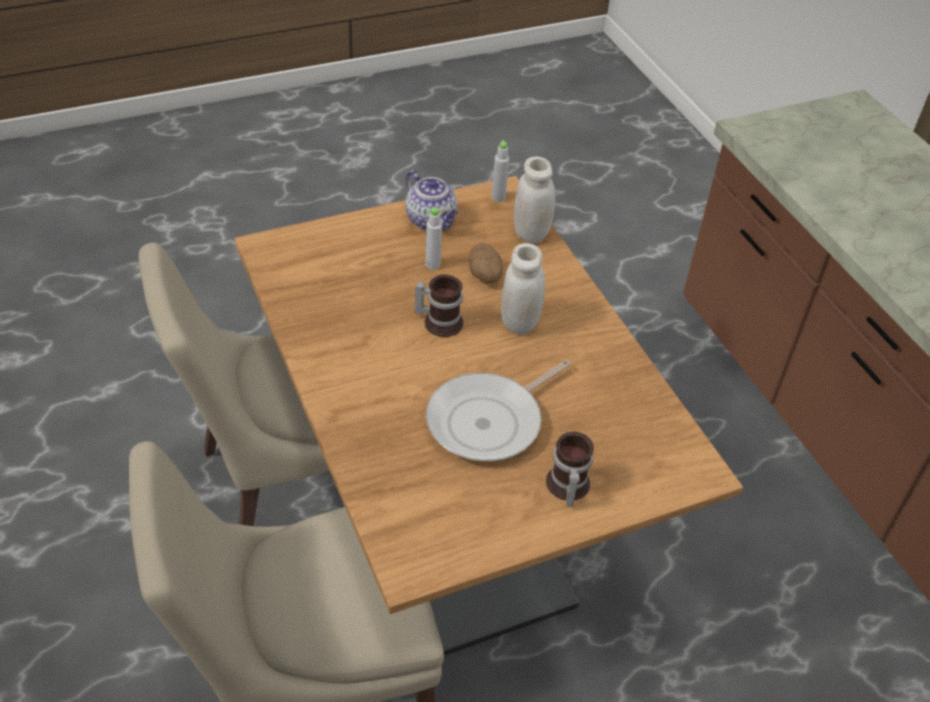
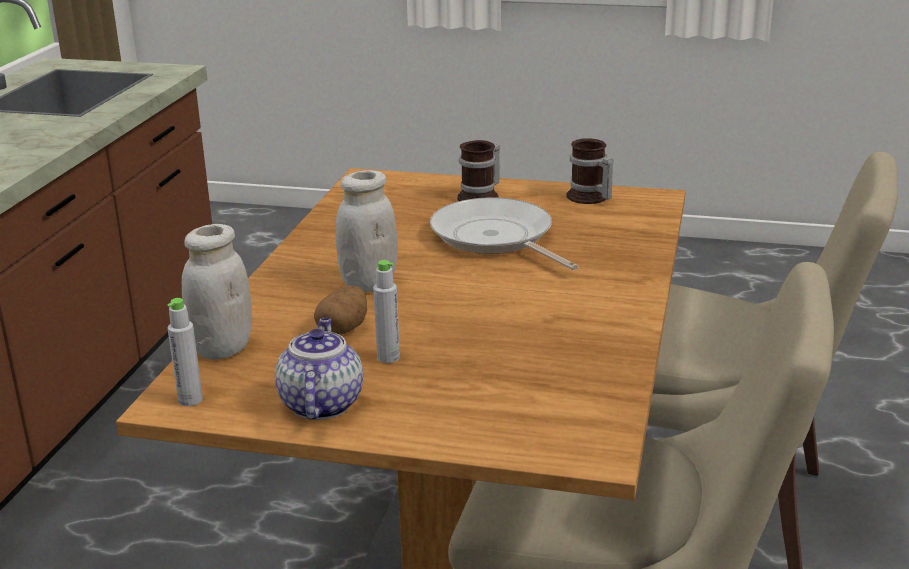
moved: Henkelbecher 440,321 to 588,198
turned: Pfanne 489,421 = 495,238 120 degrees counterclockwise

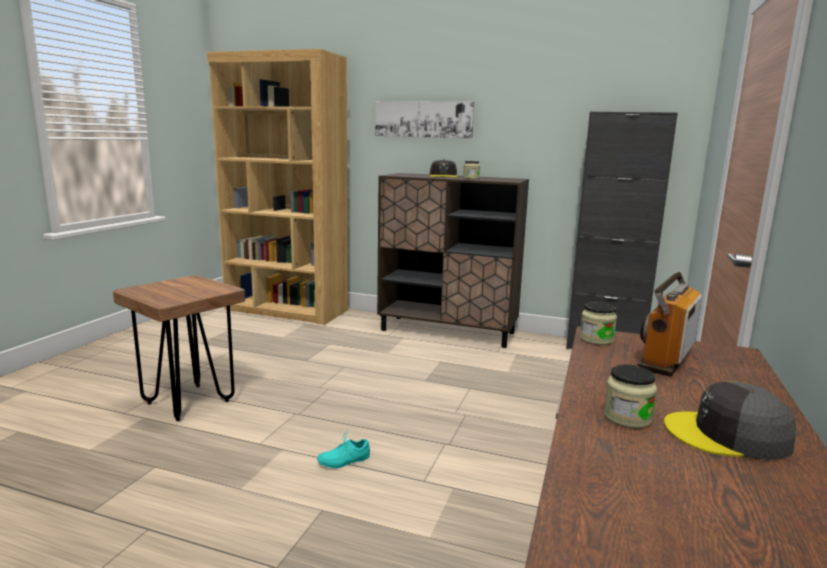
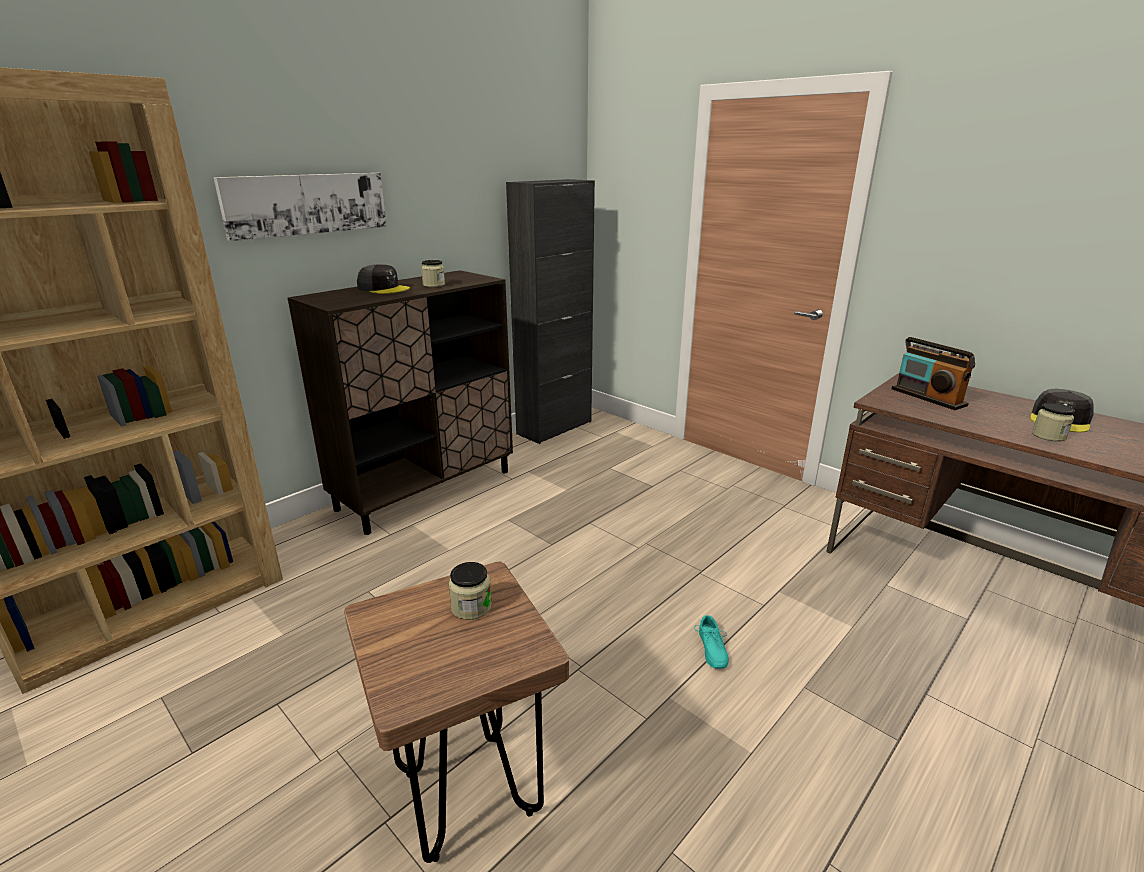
moved: Vorratsglas 596,339 to 471,607

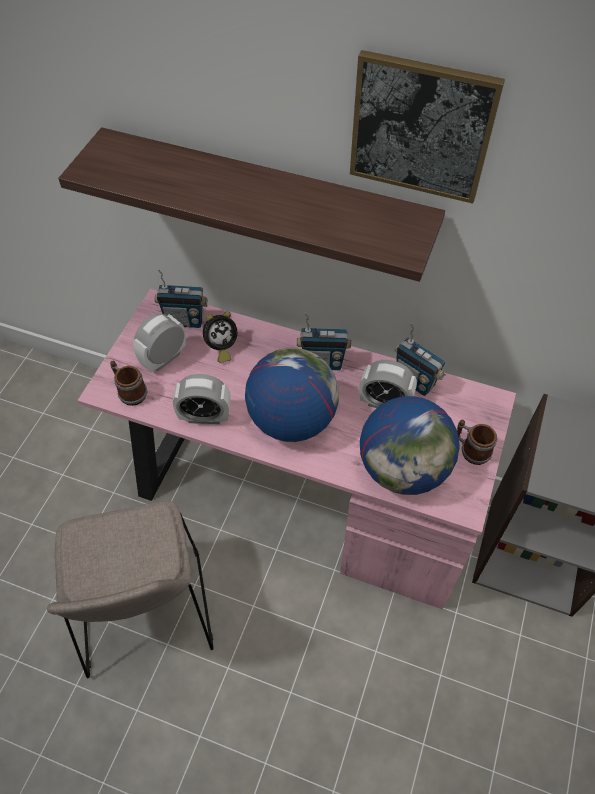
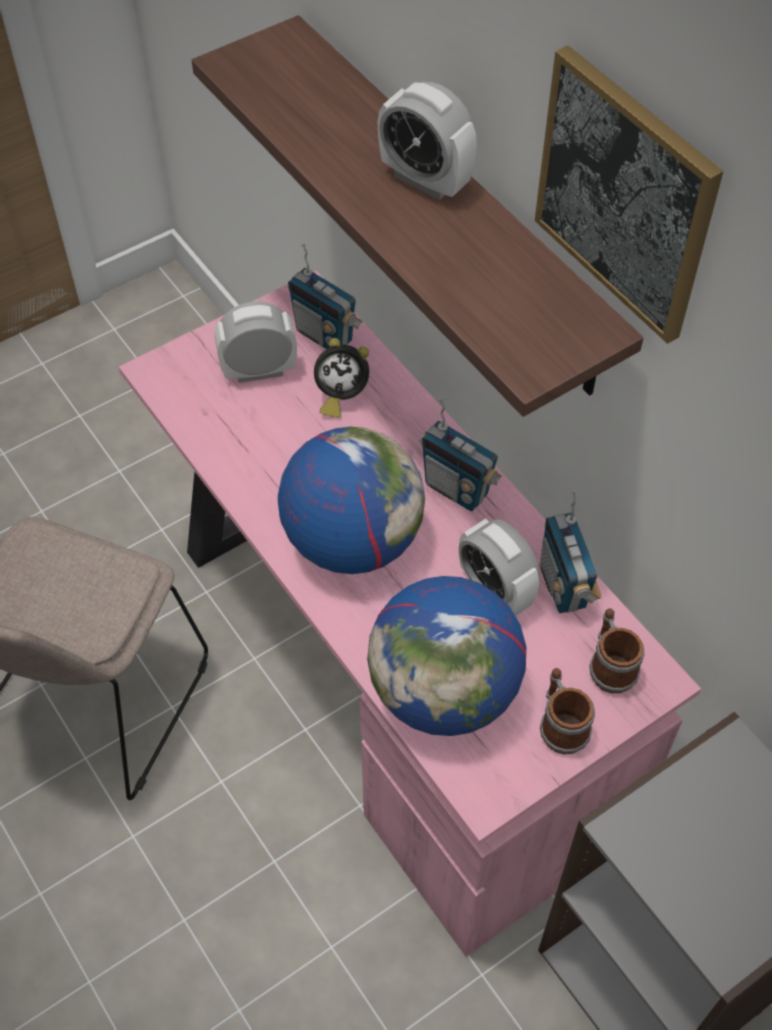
moved: Henkelbecher 129,392 to 610,665; Wecker 205,417 to 425,180

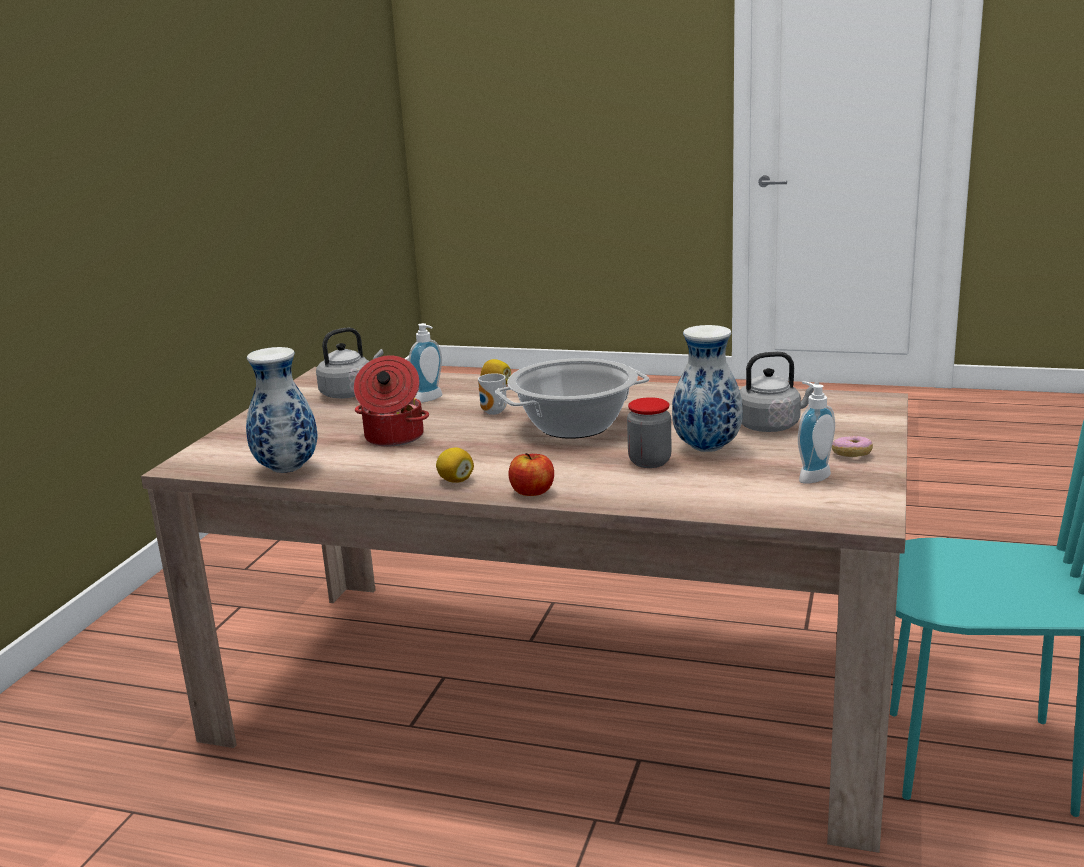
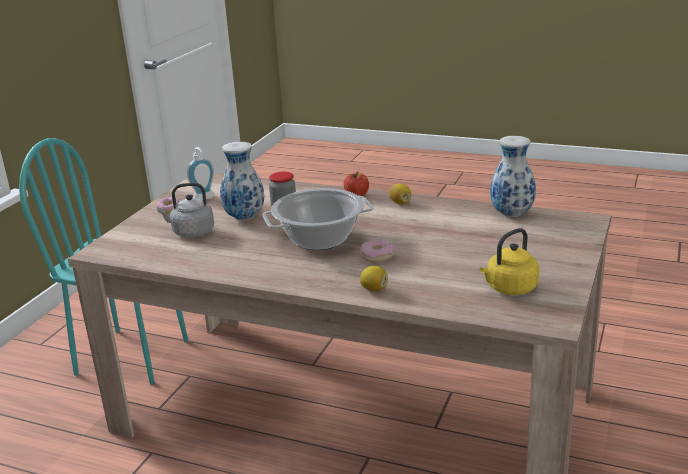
removed: Seifenspender 431,399; Kochtopf 393,438
replaced: Henkelbecher 493,413 to Donut 377,256
recoloured: Wasserkessel [grau] 350,393 to Wasserkessel [gelb] 509,288

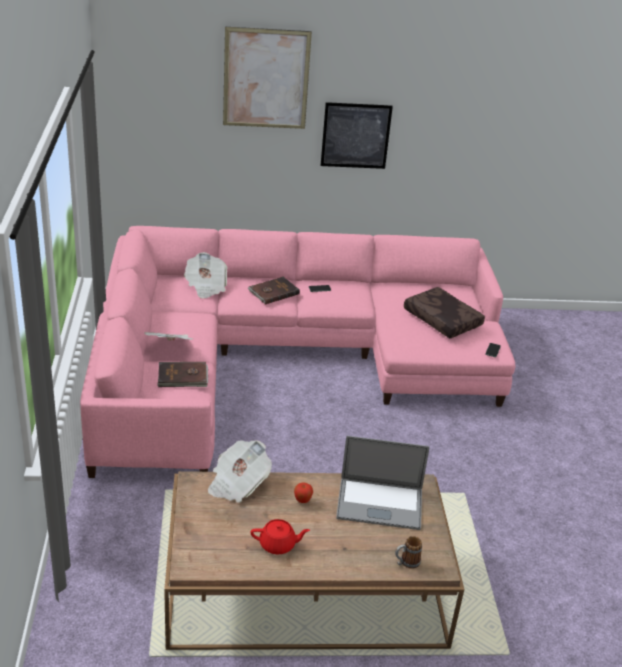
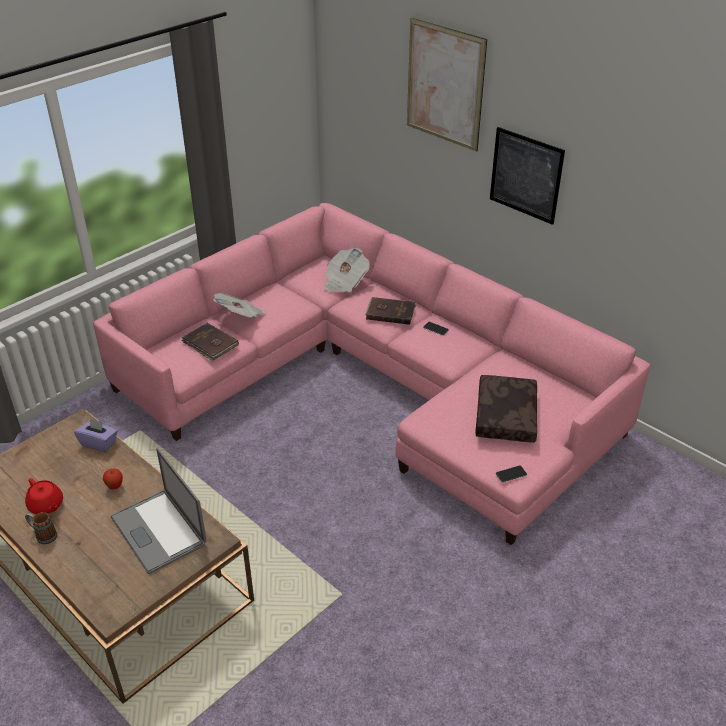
moved: Henkelbecher 406,563 to 43,535
replaced: Zeitung 237,484 to Taschentuchbox [lila] 99,443

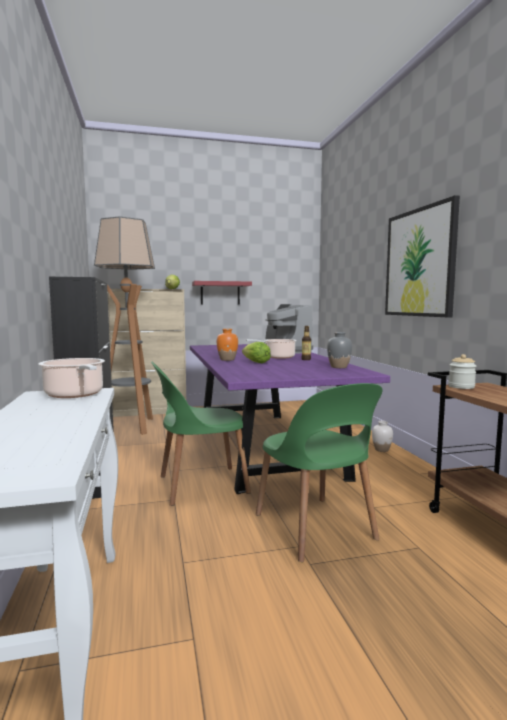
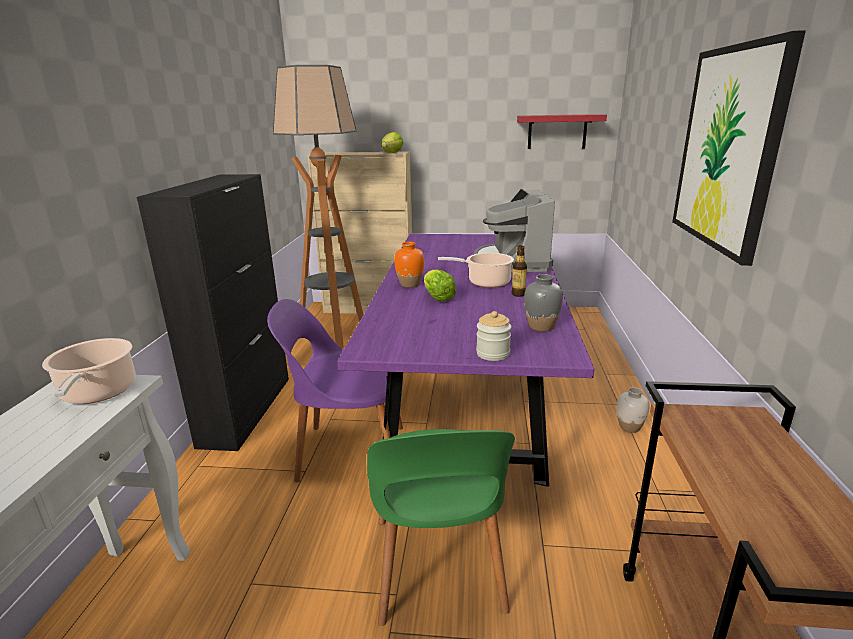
moved: Wandregal [rot] 220,293 to 557,131; Vorratsglas 461,387 to 493,354
recoloured: Stuhl [grün] 200,485 to Stuhl [lila] 348,452

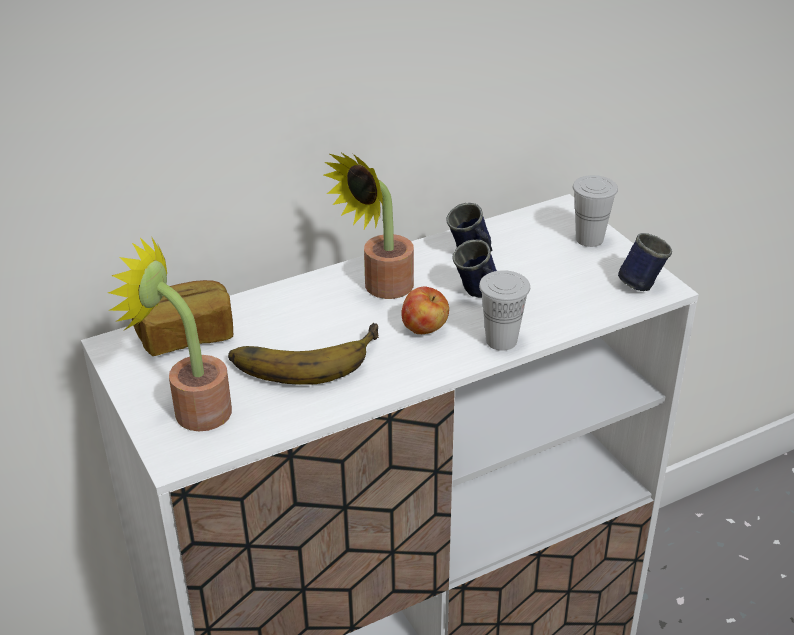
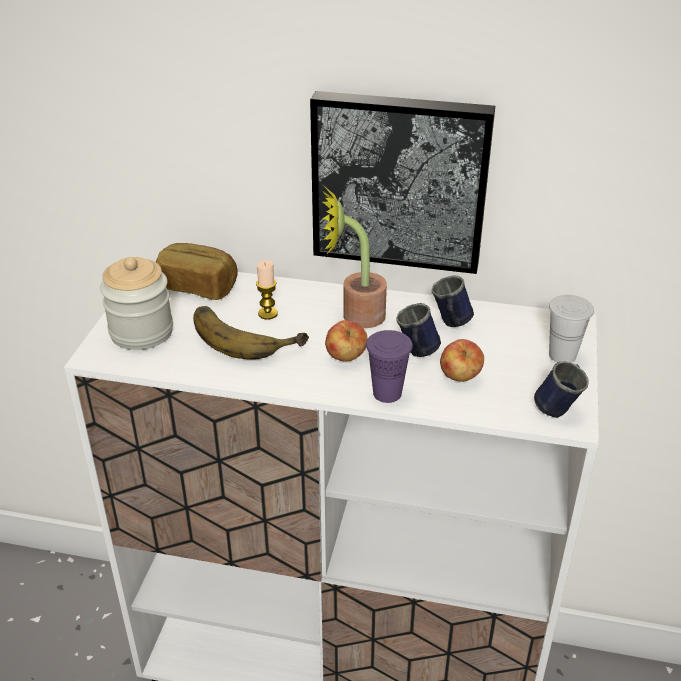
added: Bild 400,180; Kerze 268,313; Apfel 460,377
replaced: Topfpflanze 192,409 to Vorratsglas 141,332
recoloured: Tasse [weiß] 501,340 to Tasse [lila] 387,393

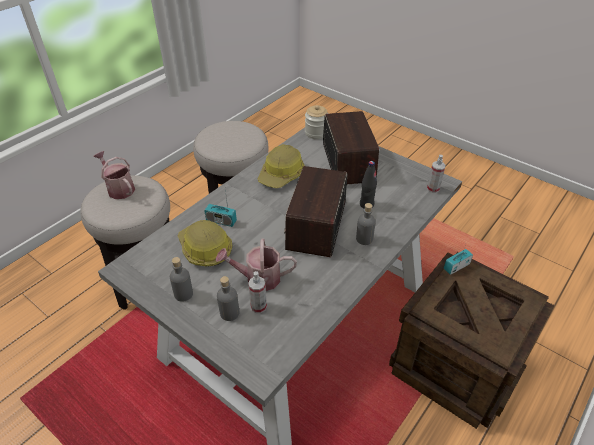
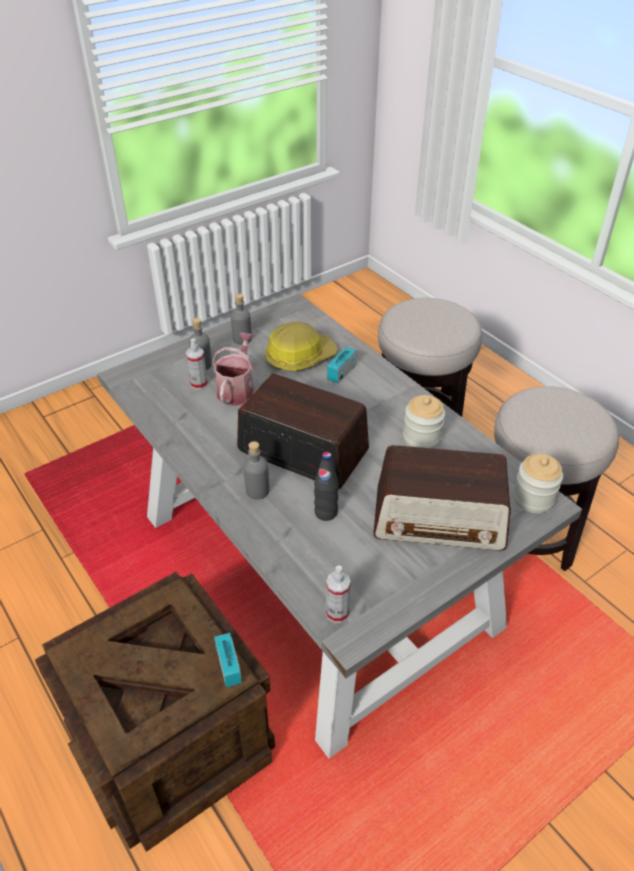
removed: Gießkanne 119,188
replaced: Schutzhelm 282,175 to Vorratsglas 421,437

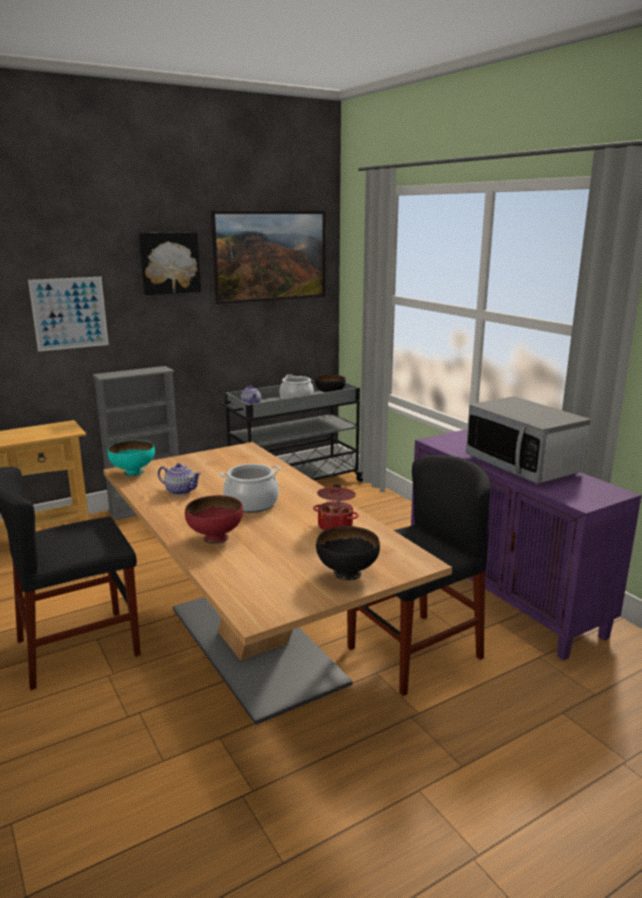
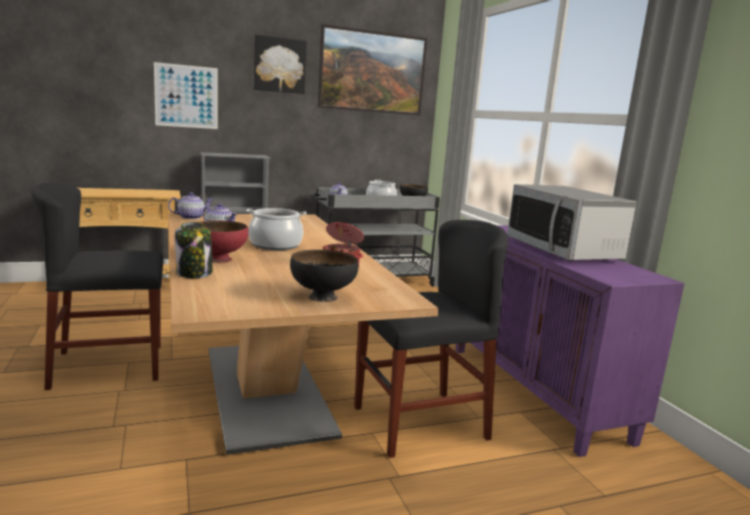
added: Vorratsglas 194,273
replaced: Schüssel [türkis] 133,473 to Teekanne 191,217

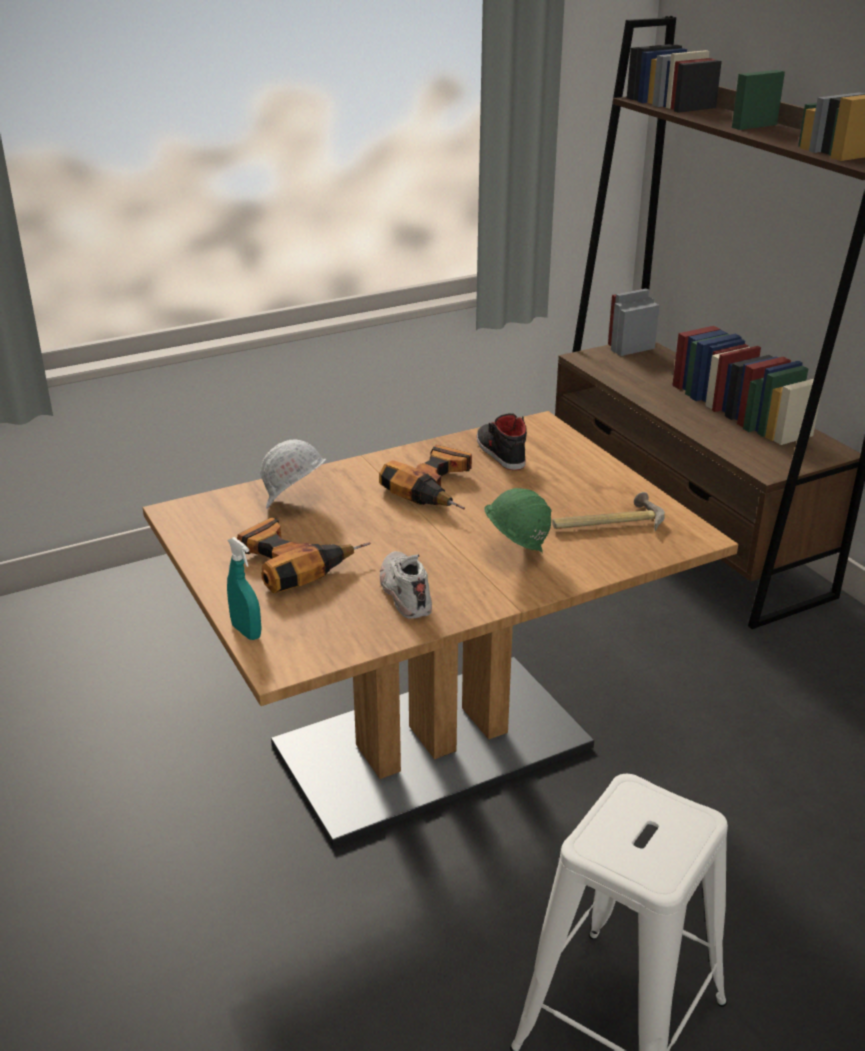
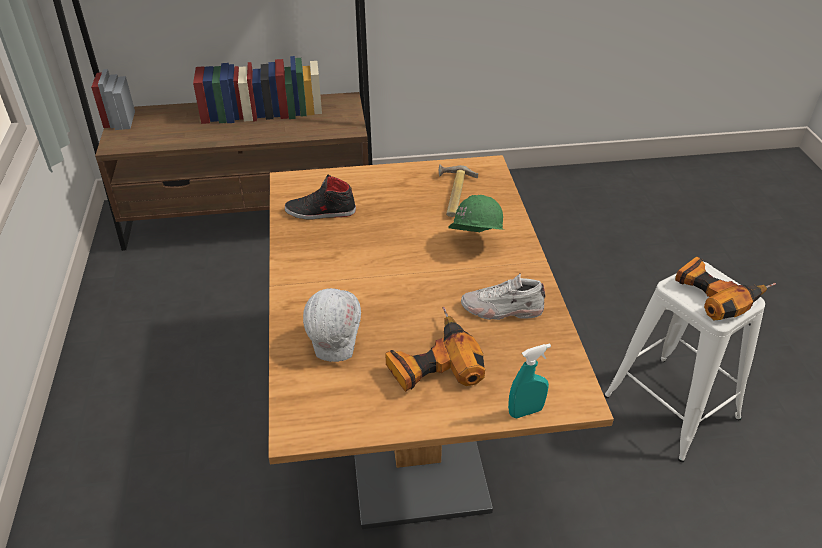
moved: Bohrmaschine 438,489 to 717,293

